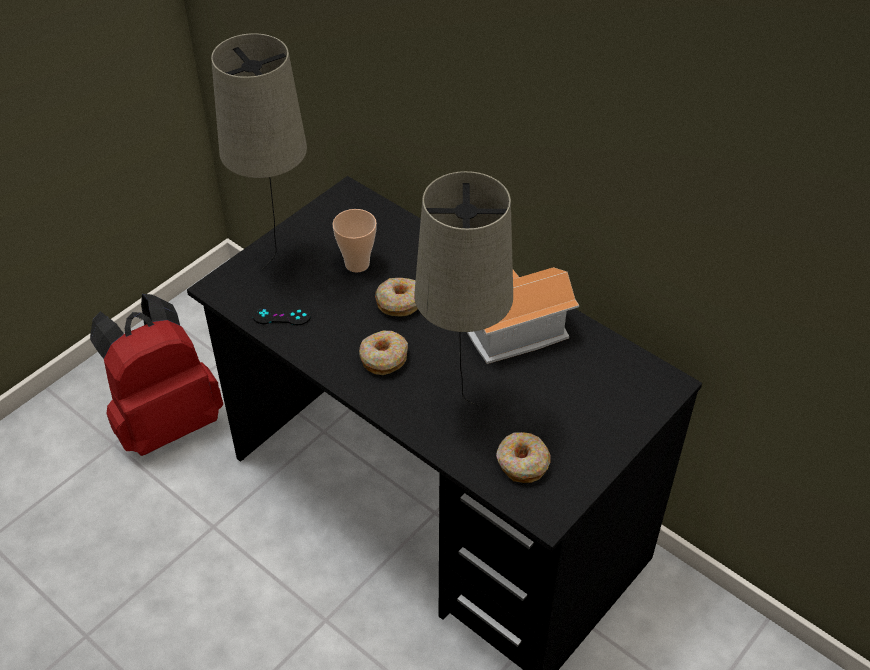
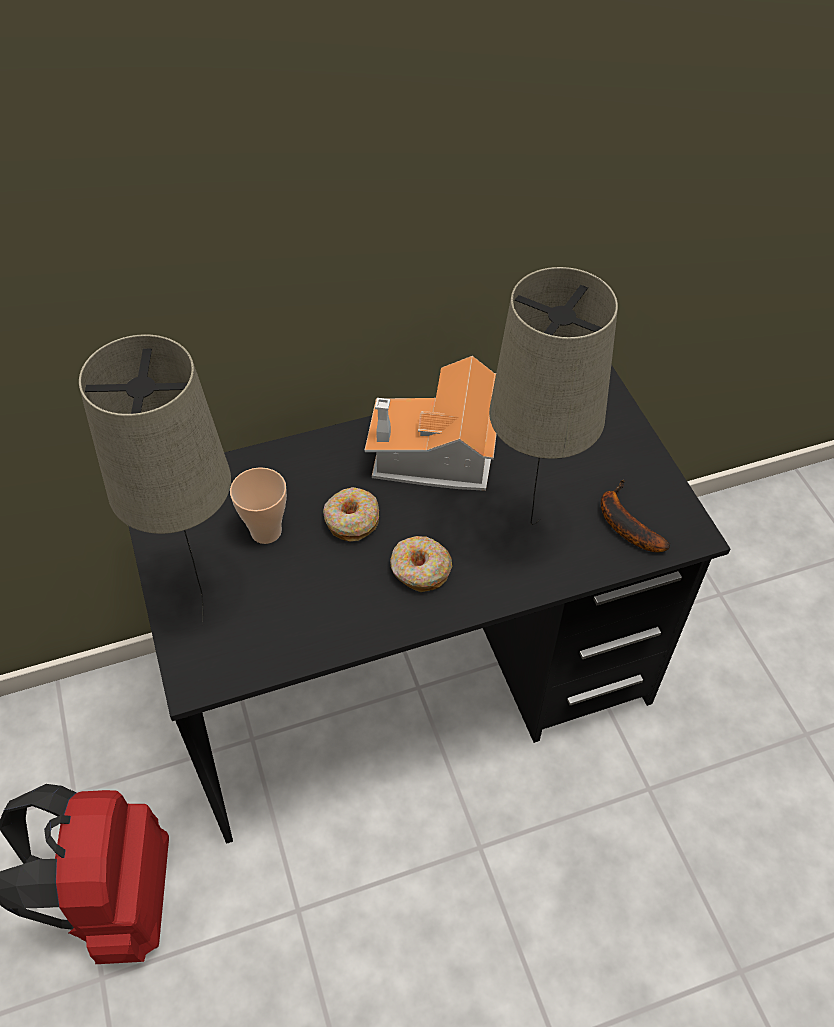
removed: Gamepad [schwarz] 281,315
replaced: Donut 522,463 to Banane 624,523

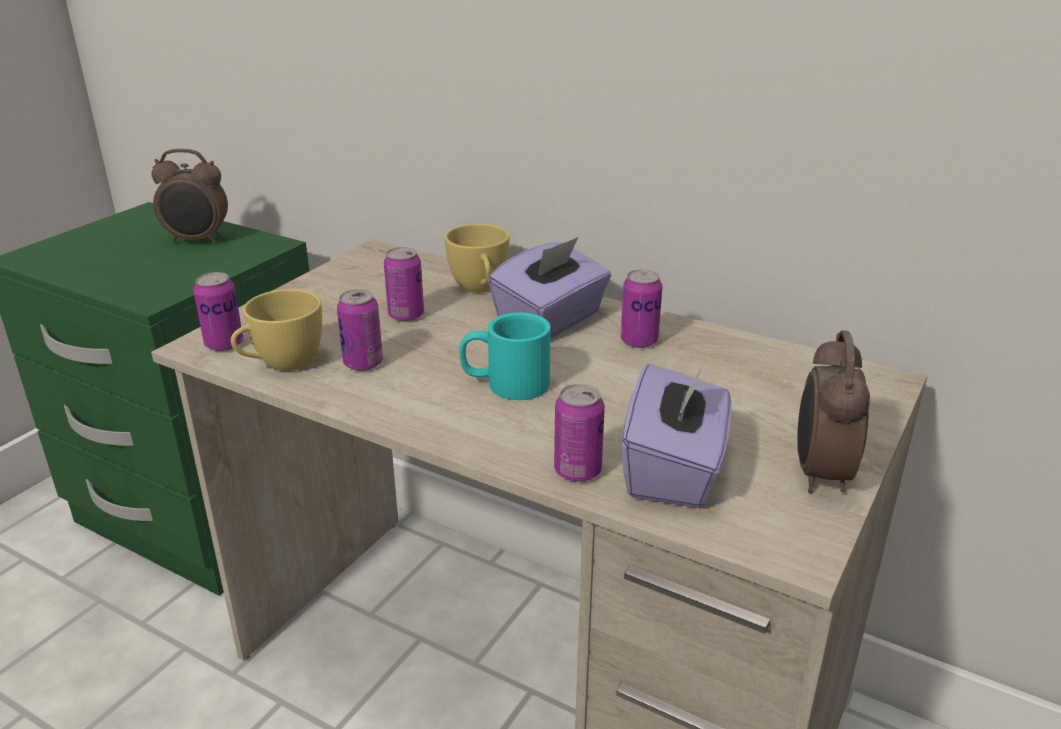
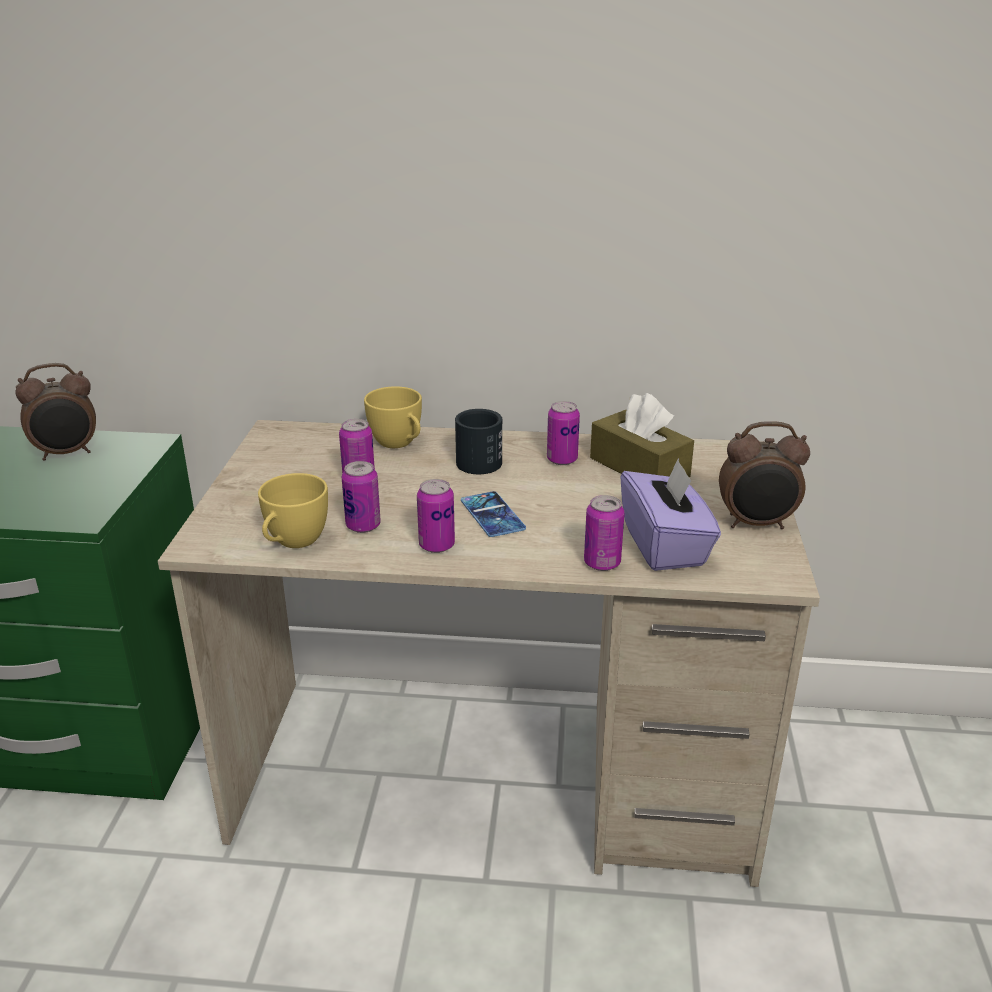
added: Taschentuchbox [braun] 639,467
moved: Dose 224,344 to 436,545
replaced: Taschentuchbox [lila] 551,321 to Henkelbecher [schwarz] 482,458; Henkelbecher [türkis] 505,384 to Handy 492,515
turned: Wecker 819,474 = 756,524 75 degrees counterclockwise

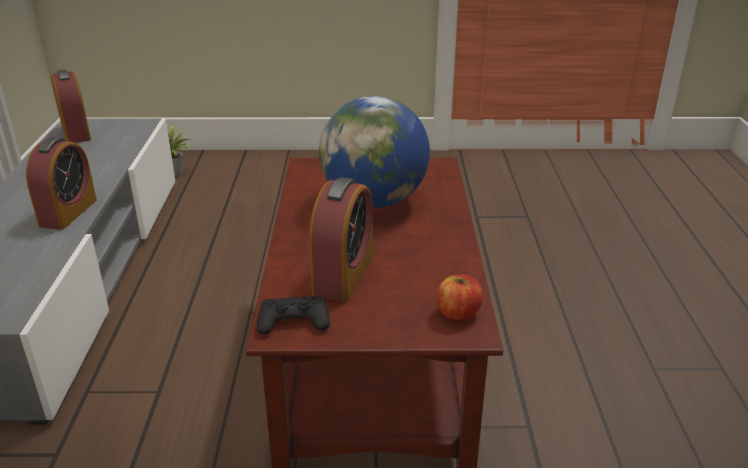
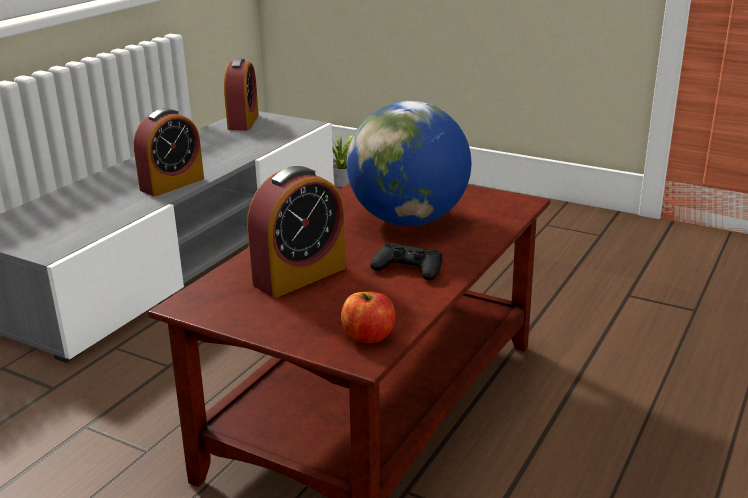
moved: Gamepad [schwarz] 293,321 to 408,268

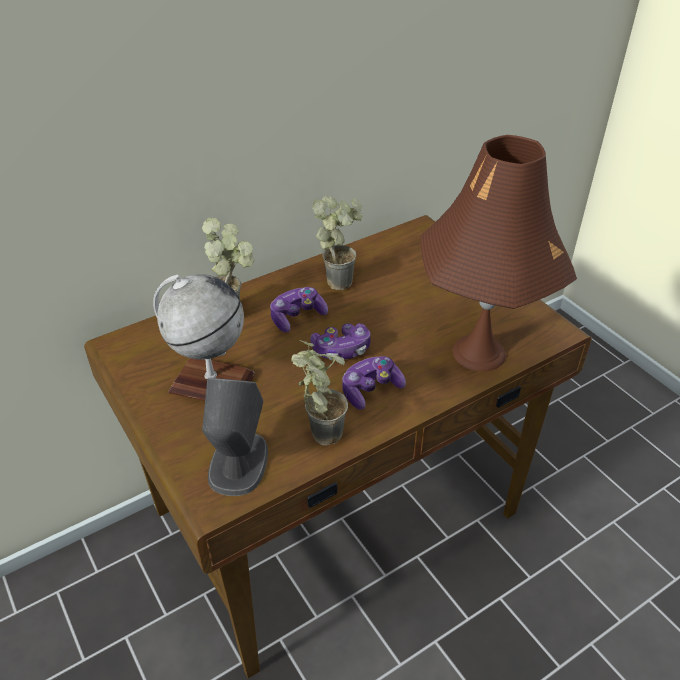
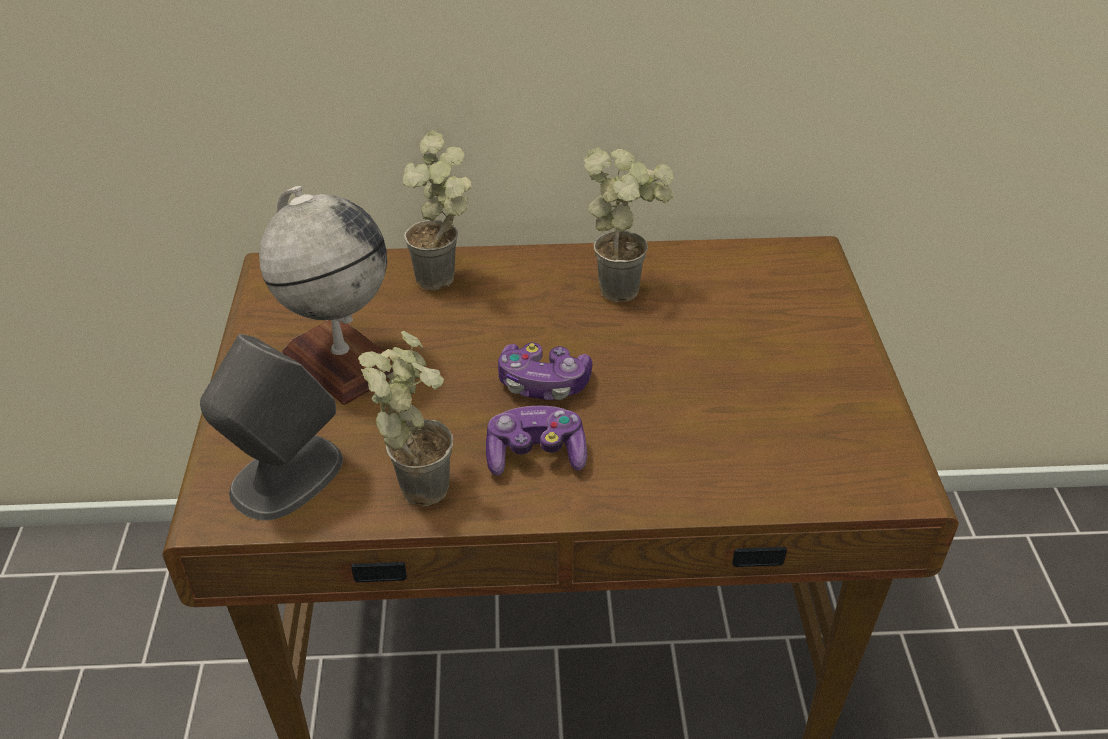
removed: Tischlampe [braun] 479,353; Gamepad 297,317

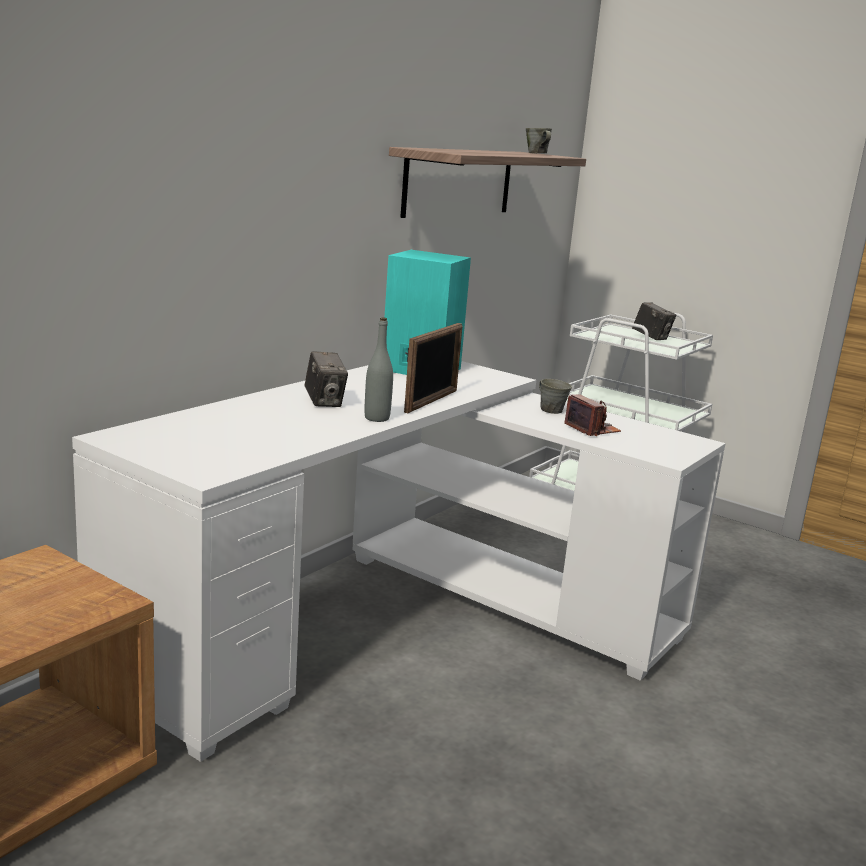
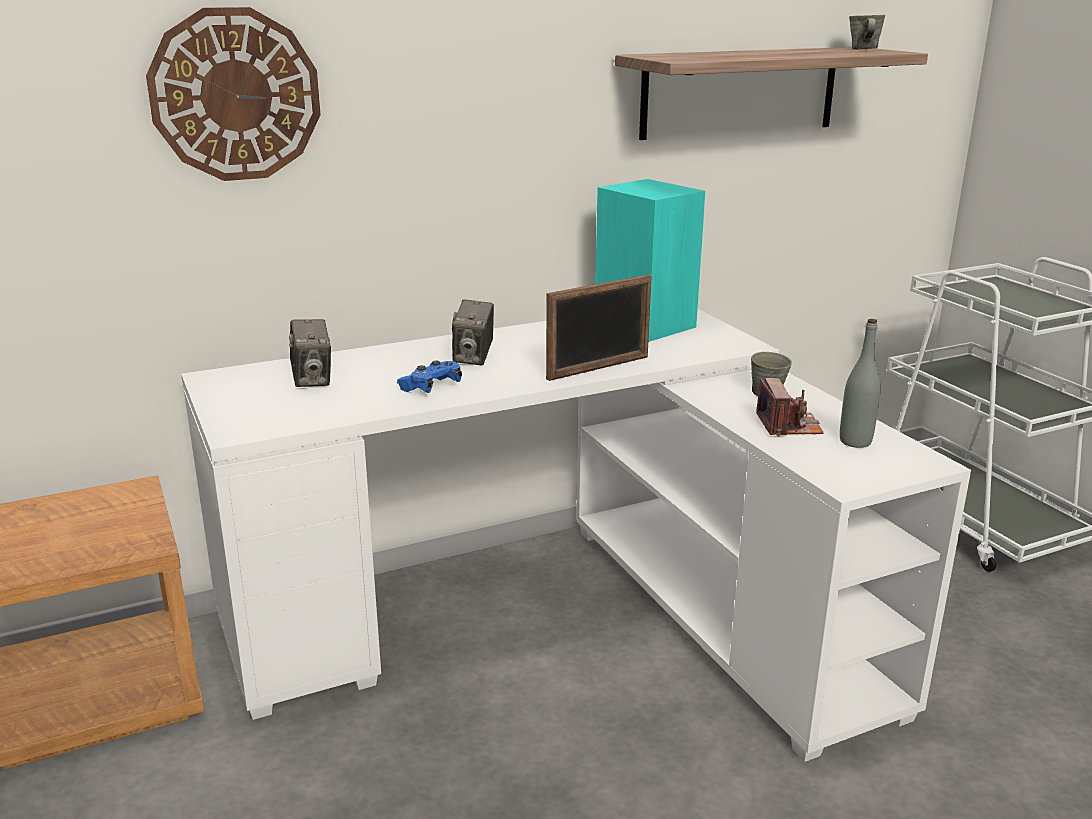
added: Wanduhr 235,95; Gamepad [blau] 431,387
moved: Kamera 651,338 to 312,379; Flasche [grau] 377,418 to 855,441

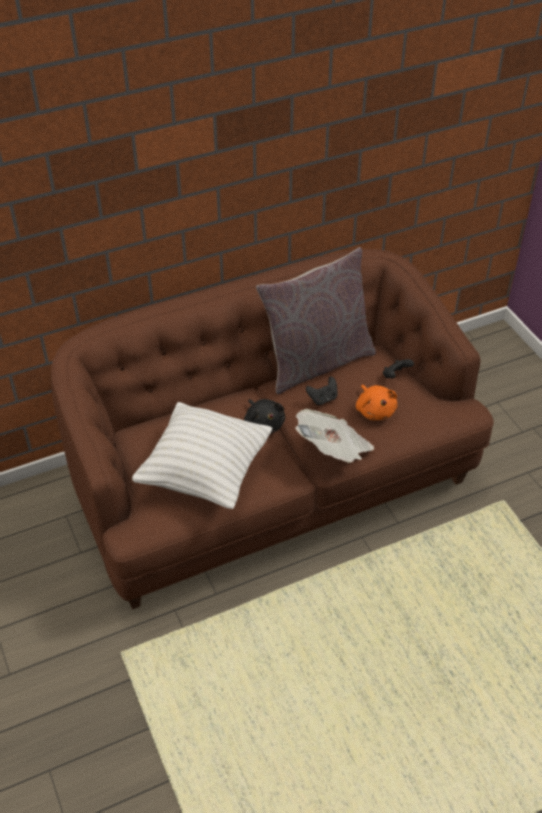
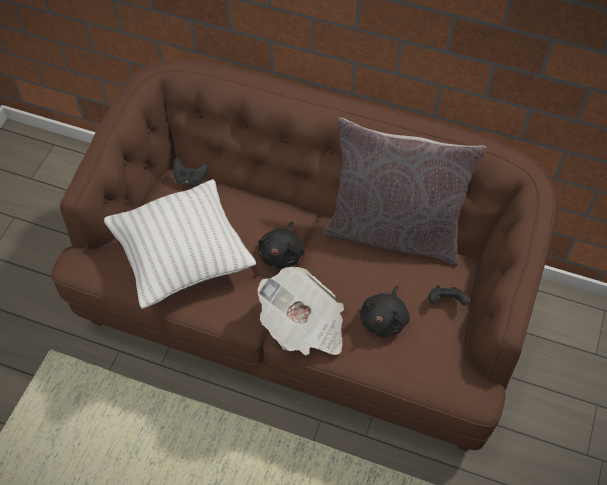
moved: Gamepad [schwarz] 323,398 to 190,179
recoloured: Plüschtier [orange] 375,410 to Plüschtier [schwarz] 384,319

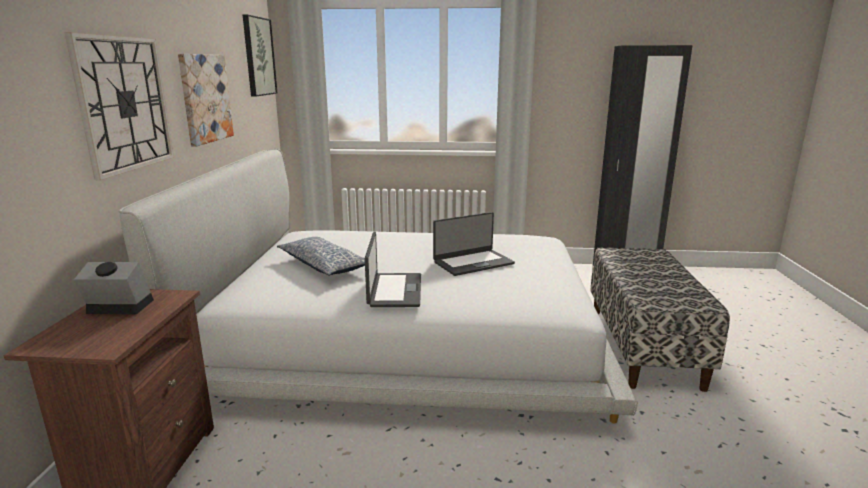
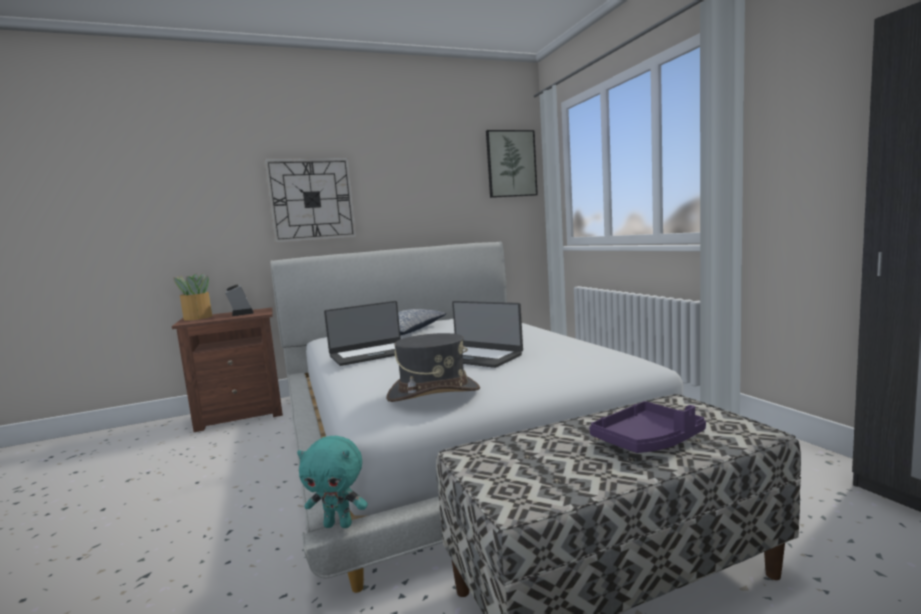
removed: Bild 205,98
added: Topfpflanze 197,318; Hut [grau] 433,393; Tablett [lila] 648,440; Plüschtier [türkis] 339,524

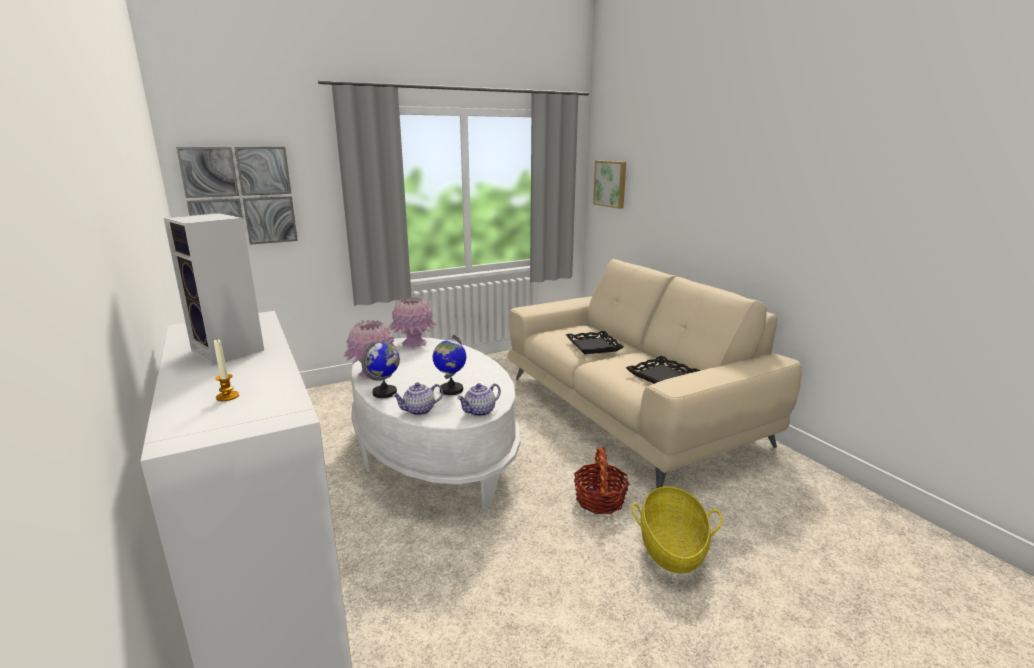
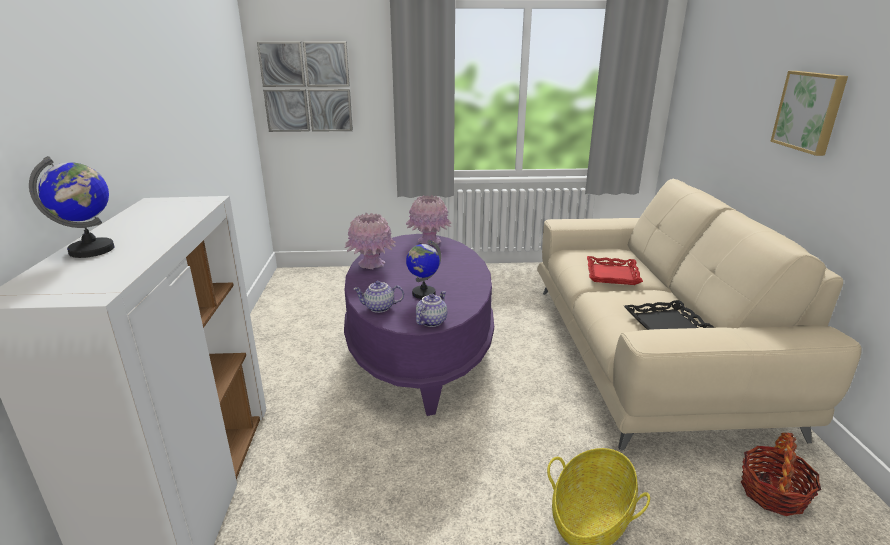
removed: Lautsprecher 230,350; Kerze 227,396
moved: Bild 611,184 to 810,111; Globus 385,393 to 92,250; Korb 599,500 to 772,493
recoloured: Tablett [schwarz] 593,346 to Tablett [rot] 611,274; Couchtisch [weiß] 434,451 to Couchtisch [lila] 420,348
turned: Teekanne 480,412 = 431,321 135 degrees clockwise

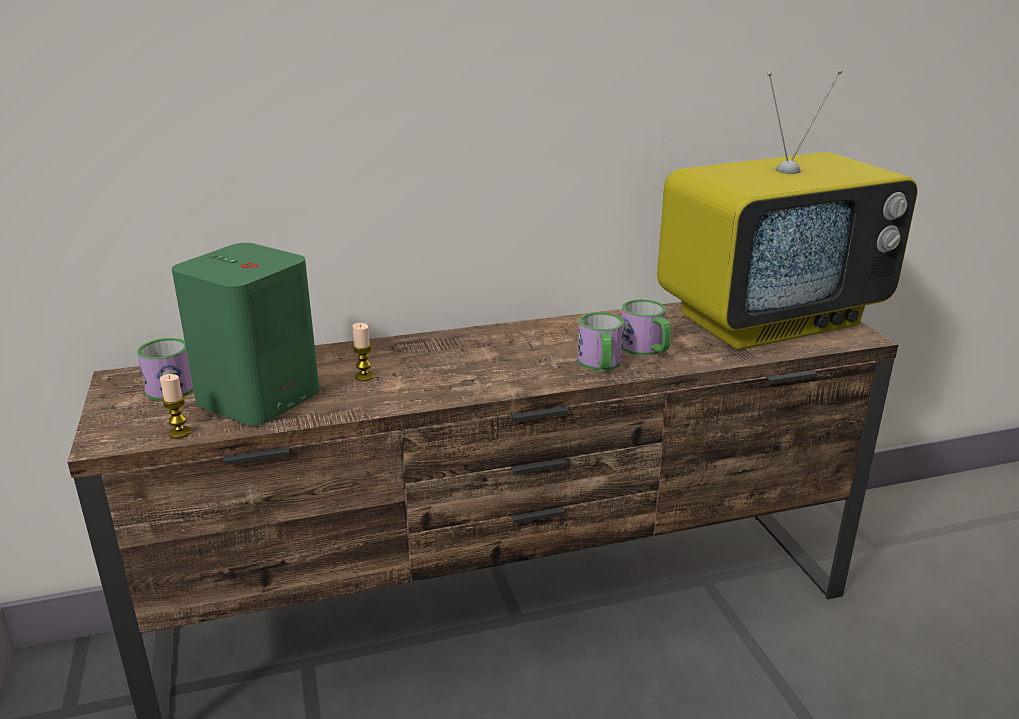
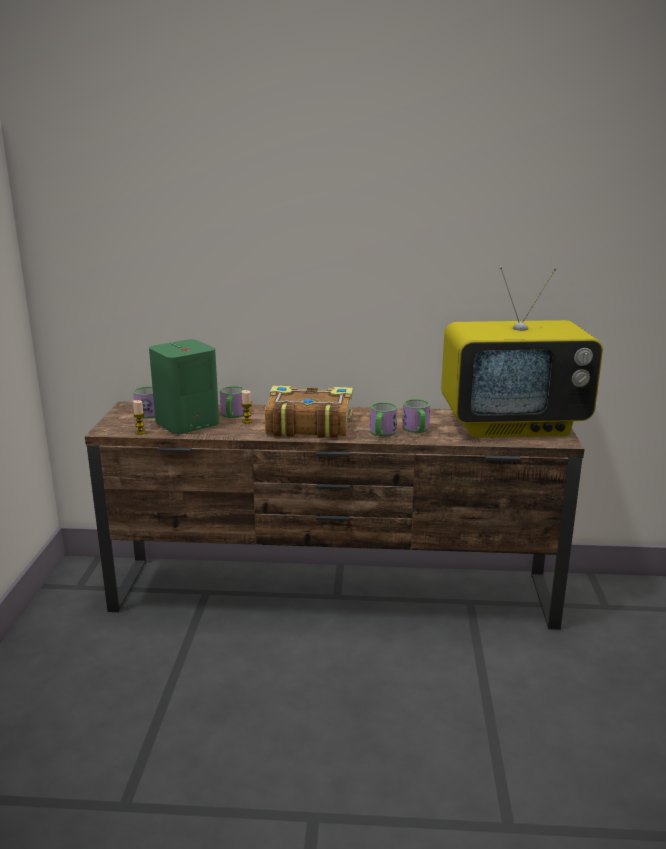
added: Buch 308,425; Henkelbecher 232,415

